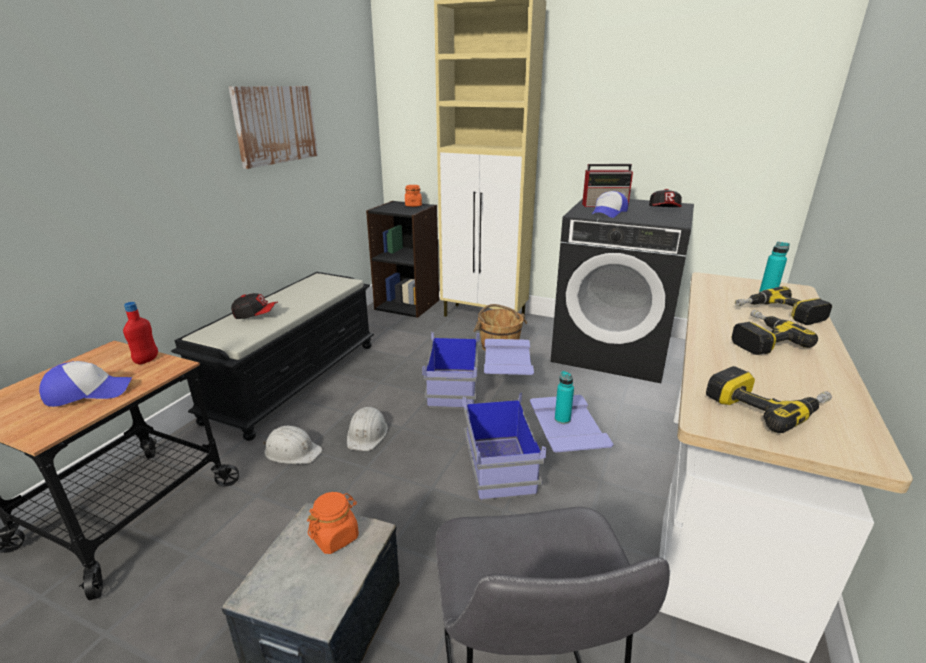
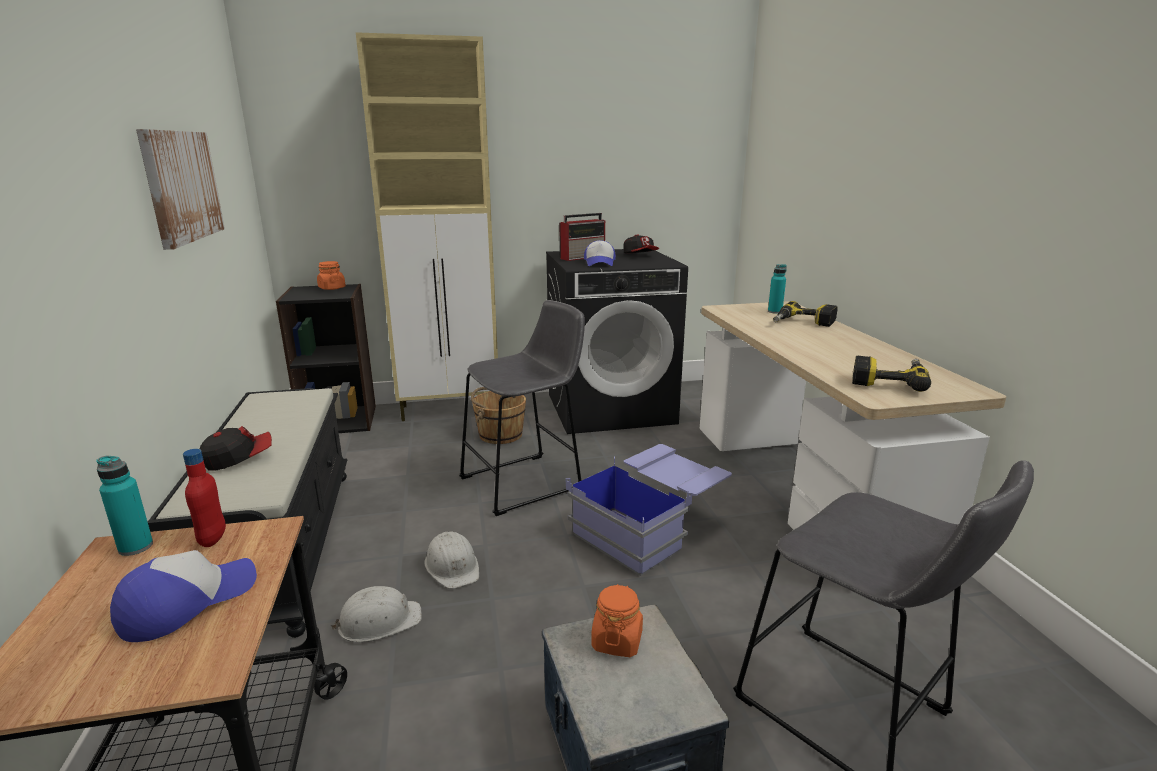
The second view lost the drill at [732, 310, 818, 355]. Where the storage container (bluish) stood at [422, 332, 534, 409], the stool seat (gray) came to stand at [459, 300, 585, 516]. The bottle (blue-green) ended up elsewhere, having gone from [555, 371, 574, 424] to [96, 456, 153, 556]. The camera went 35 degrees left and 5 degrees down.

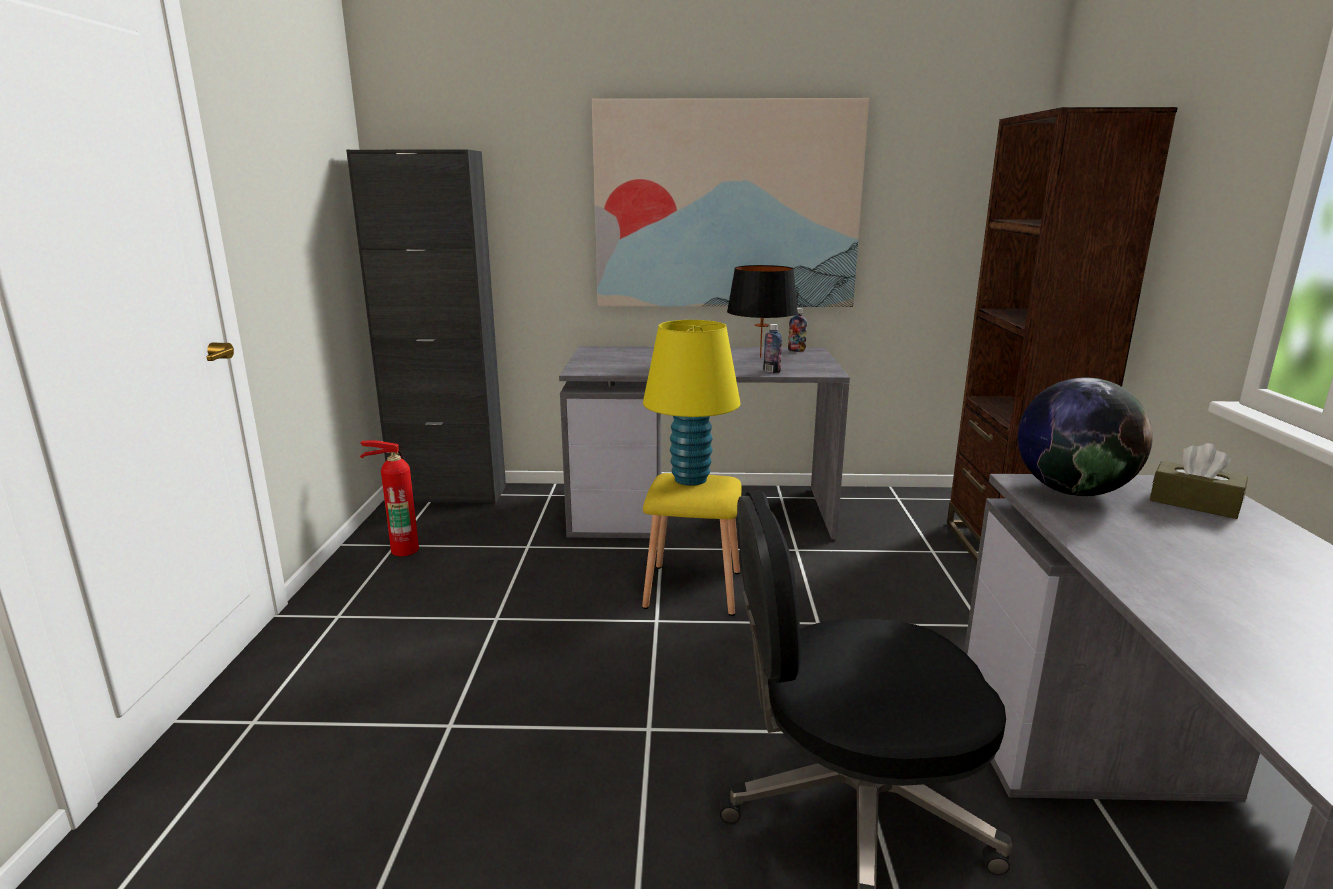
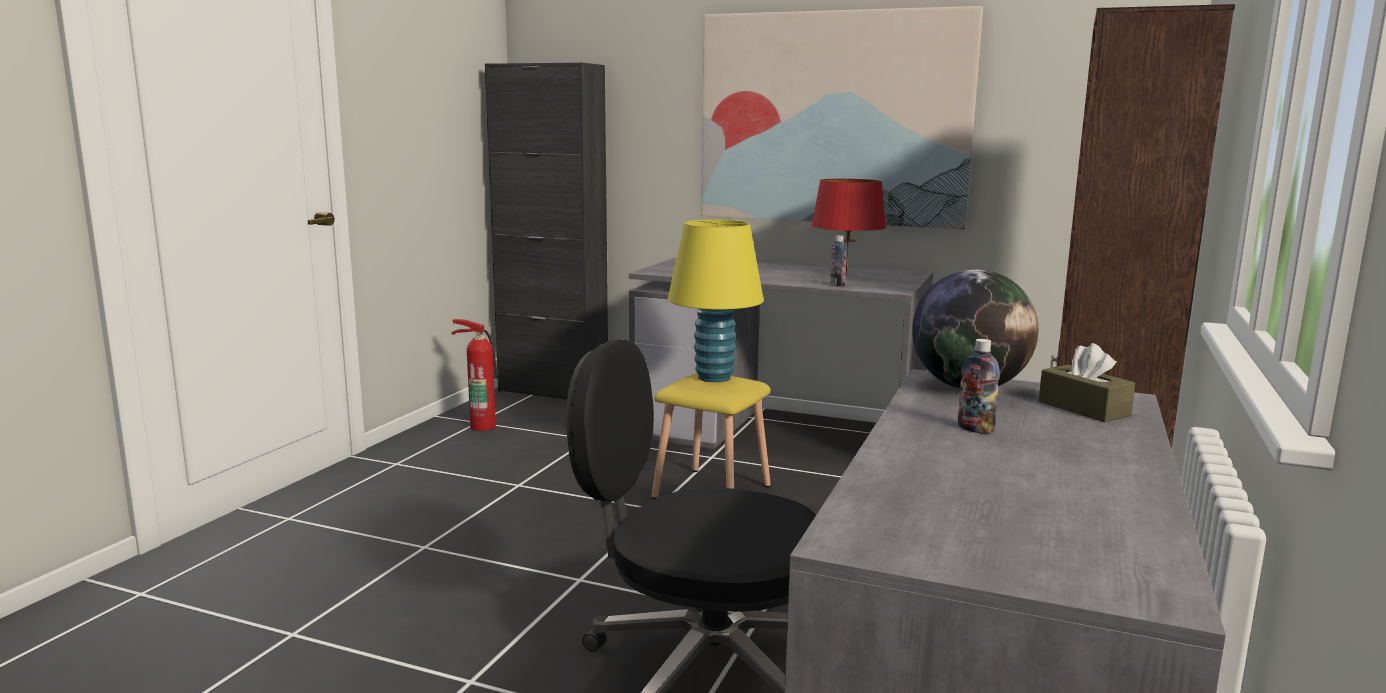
What was the table lamp (blackish) at [727, 265, 798, 358] turned into the table lamp (red-coloured) at [811, 179, 886, 275]. The bottle ended up elsewhere, having gone from [788, 308, 807, 352] to [958, 339, 1000, 434]. The camera went 20 degrees right and 5 degrees down.

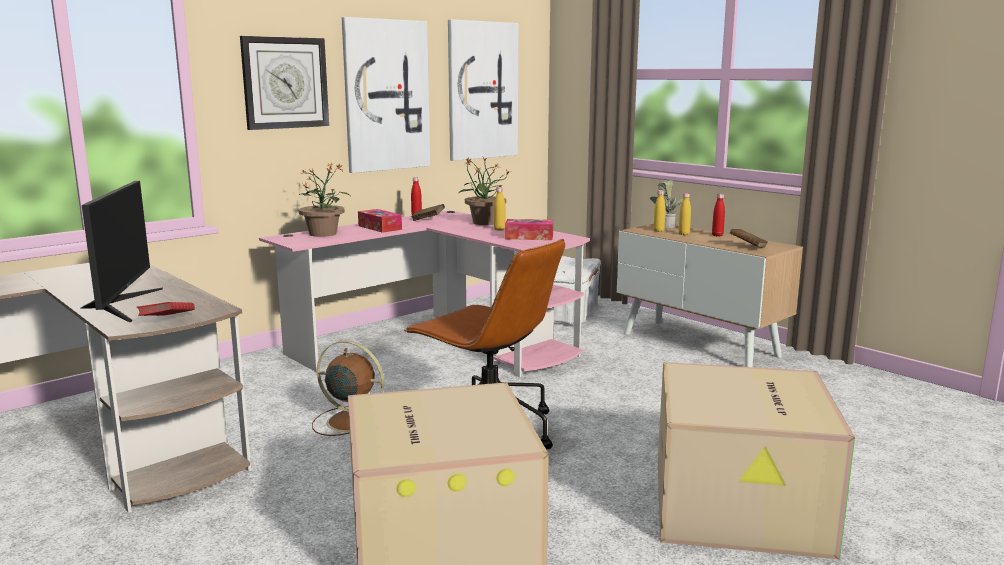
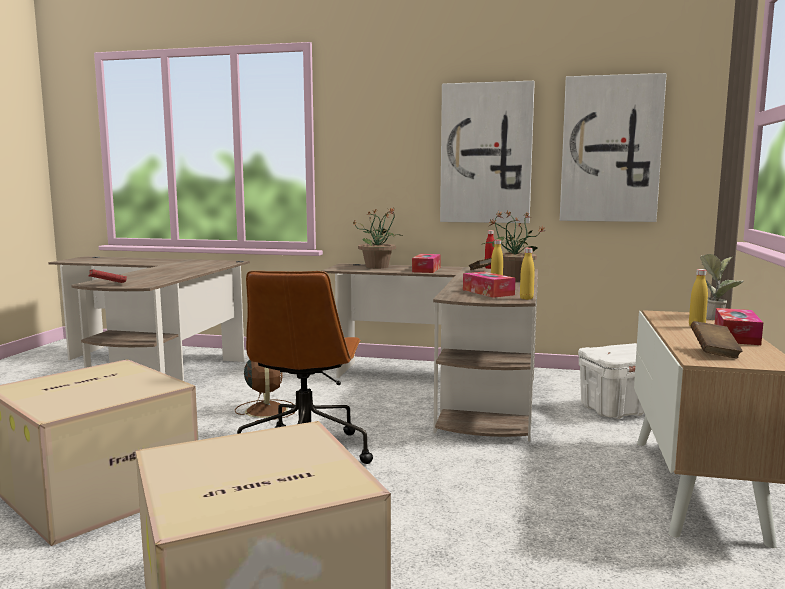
The second view lost the hanging clock at [240, 36, 329, 130]. The second view lost the monitor at [81, 181, 163, 322]. The bottle (yellow) ended up elsewhere, having gone from [653, 190, 666, 232] to [520, 248, 535, 300]. Where the bottle (red-coloured) stood at [712, 194, 725, 236], the tissue box came to stand at [715, 308, 763, 345]. What was the desk unit (pink) at [259, 210, 590, 377] turned into the desk unit (brownish) at [322, 263, 538, 442]. The camera went 55 degrees right and 5 degrees down.

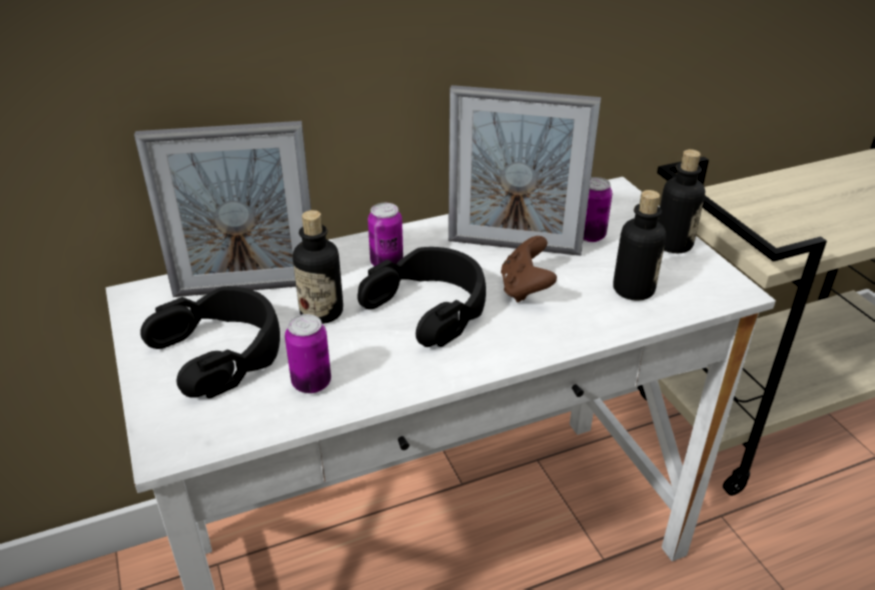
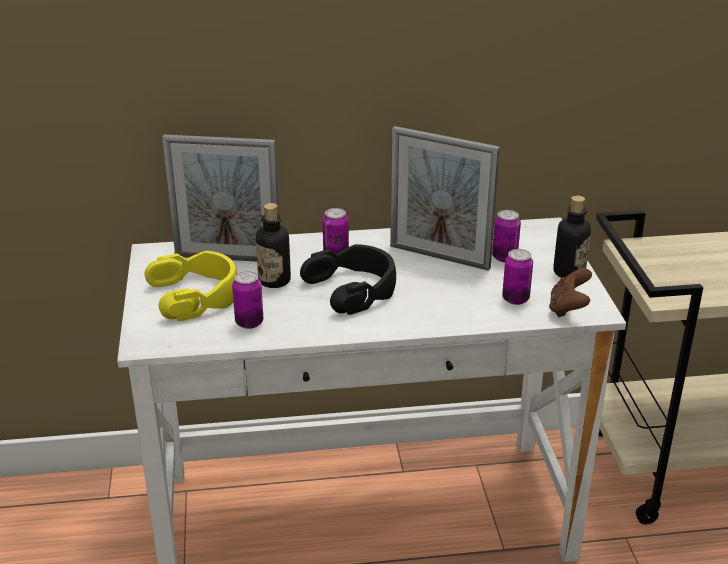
Where the bottle stood at [613, 190, 666, 301], the metal can came to stand at [502, 249, 533, 305]. The gamepad (brownish) ended up elsewhere, having gone from [501, 236, 557, 303] to [549, 268, 592, 318]. What was the headset (blackish) at [140, 286, 280, 398] turned into the headset (yellow) at [144, 251, 238, 321]. The camera went 15 degrees right and 5 degrees down.

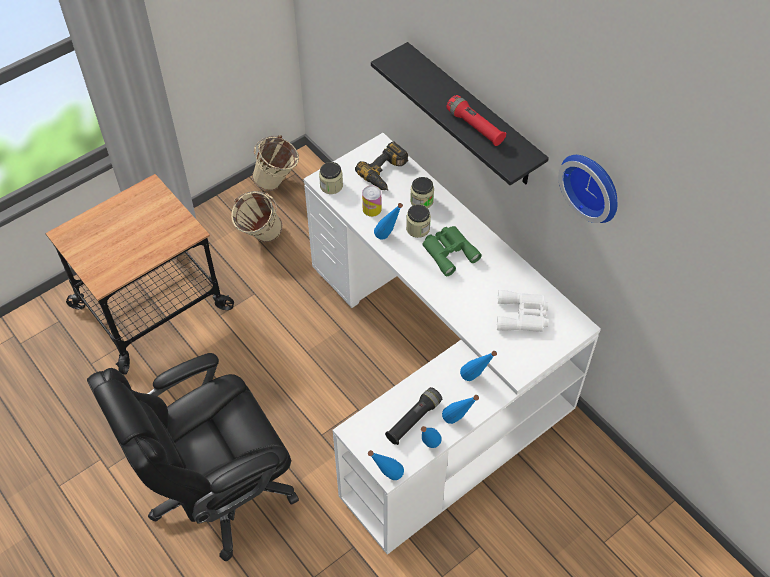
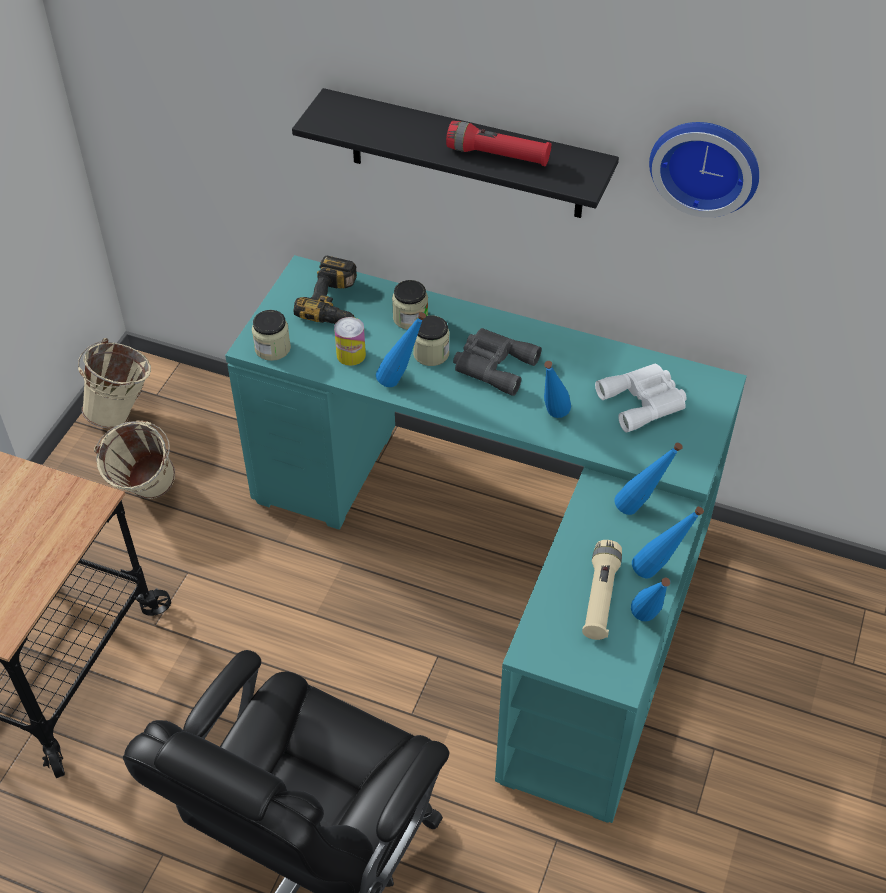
What was the desk unit (white-coloured) at [303, 133, 601, 555] turned into the desk unit (blue-green) at [225, 255, 747, 823]. What was the binoculars (green-coloured) at [422, 226, 482, 276] turned into the binoculars (gray) at [453, 328, 541, 396]. What was the hand torch (blackish) at [385, 387, 442, 445] turned into the hand torch (beige-coloured) at [582, 540, 622, 640]. The bottle (bluish) ended up elsewhere, having gone from [368, 450, 404, 480] to [544, 361, 571, 418]. The camera went 30 degrees left and 5 degrees down.

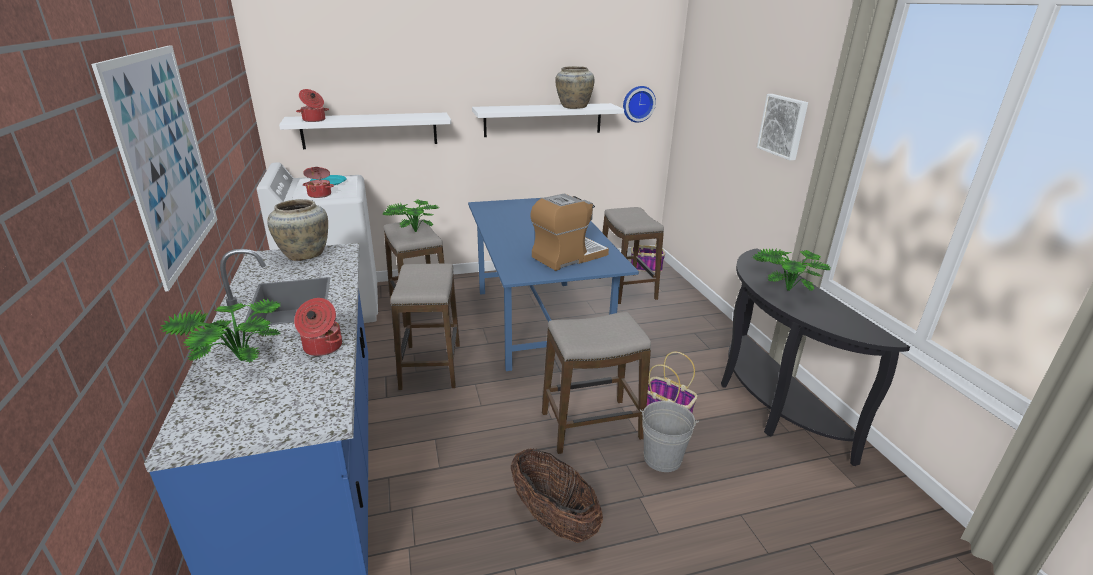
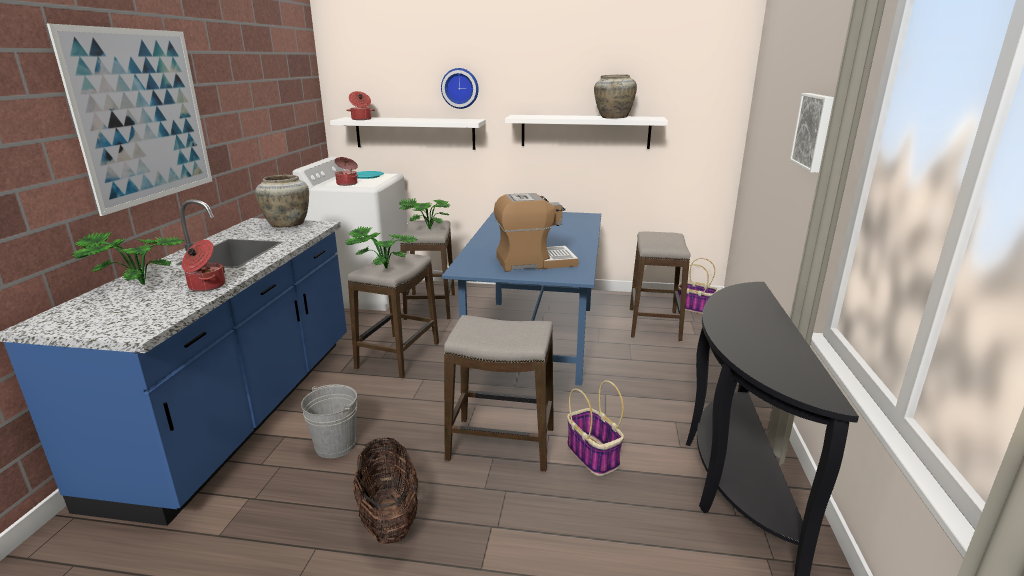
The hanging clock ended up elsewhere, having gone from [623, 86, 656, 123] to [441, 68, 479, 109]. The houseplant ended up elsewhere, having gone from [752, 248, 831, 291] to [345, 226, 417, 269]. The pail (gray) ended up elsewhere, having gone from [640, 401, 699, 472] to [301, 385, 357, 458]. The camera went 25 degrees right and 5 degrees down.

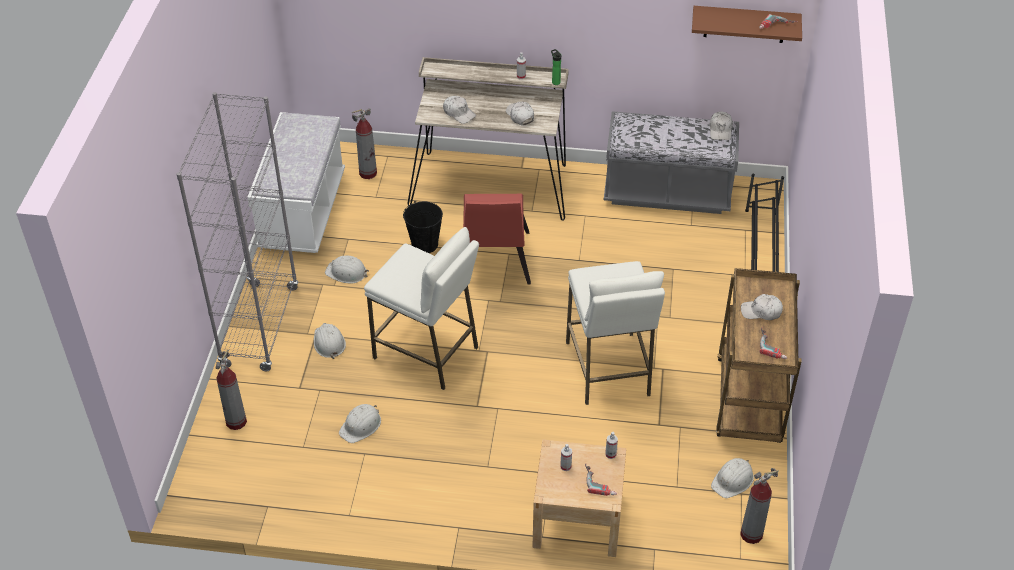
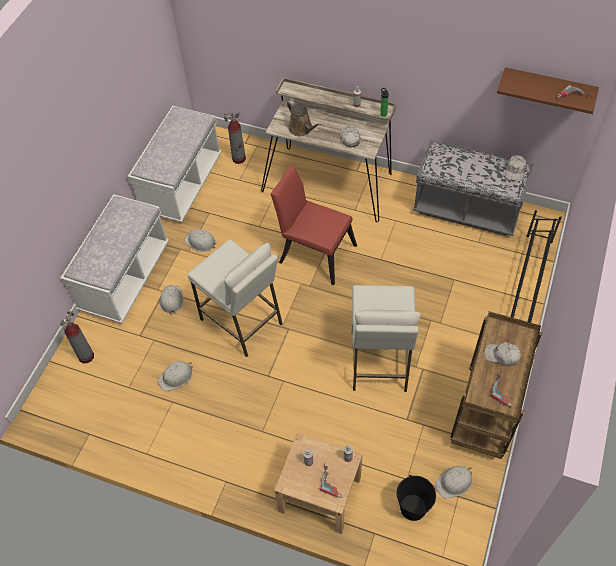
Where the bookshelf (gray) stood at [177, 92, 299, 371], the long seat (white-coloured) came to stand at [60, 194, 169, 324]. Where the baseball cap (white-coloured) stood at [443, 96, 476, 124], the watering can (brownish) came to stand at [287, 100, 321, 136]. The plain chair (red-coloured) at [463, 194, 531, 284] ended up facing another way, 105 degrees clockwise from before. The pail (blackish) ended up elsewhere, having gone from [403, 201, 443, 253] to [396, 475, 436, 521]. The second view lost the extinguisher at [740, 468, 779, 544]. The camera went 15 degrees right and 10 degrees up.

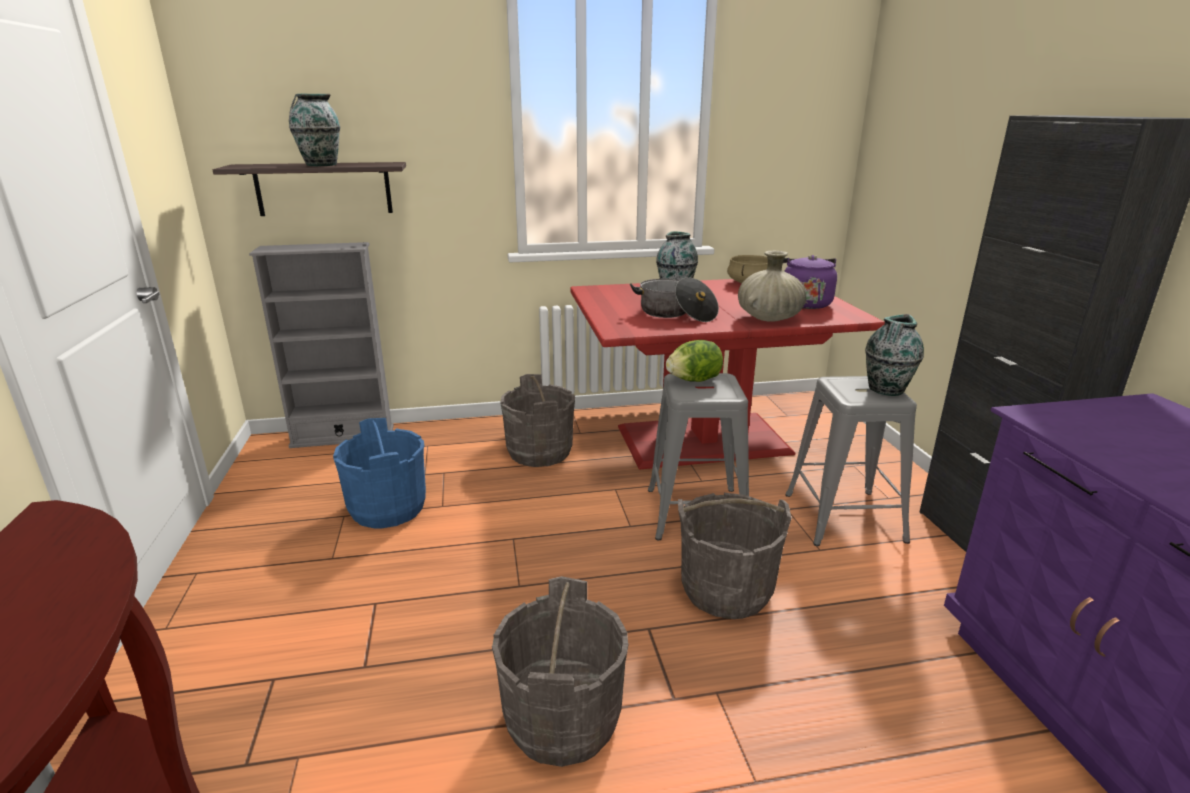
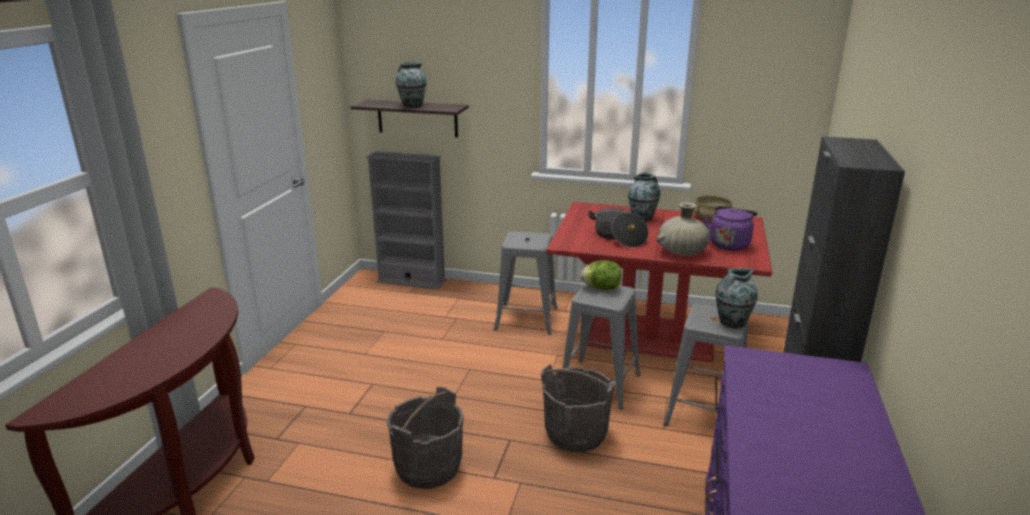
Where the pail (gray) stood at [501, 374, 575, 467], the stool seat (gray) came to stand at [494, 231, 558, 335]. The second view lost the pail (bluish) at [333, 418, 426, 528]. The camera went 25 degrees right and 0 degrees up.

